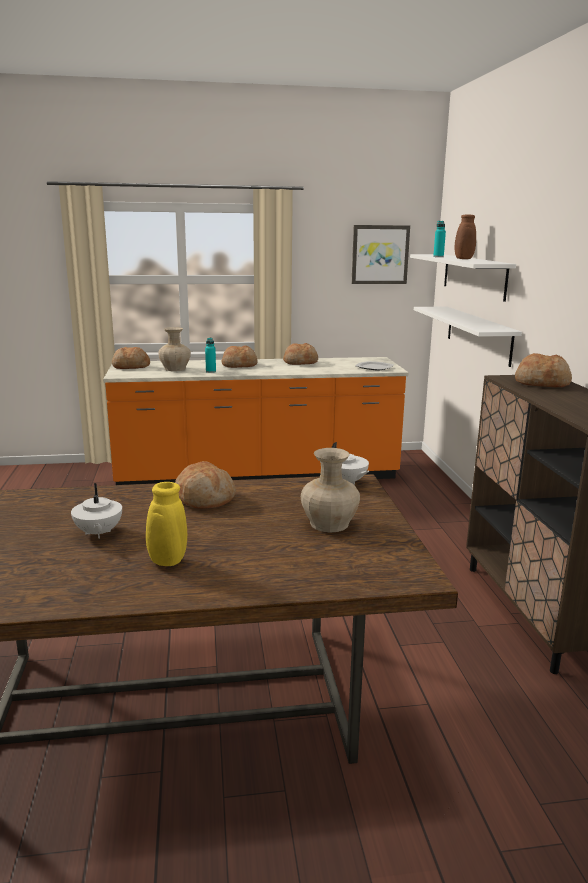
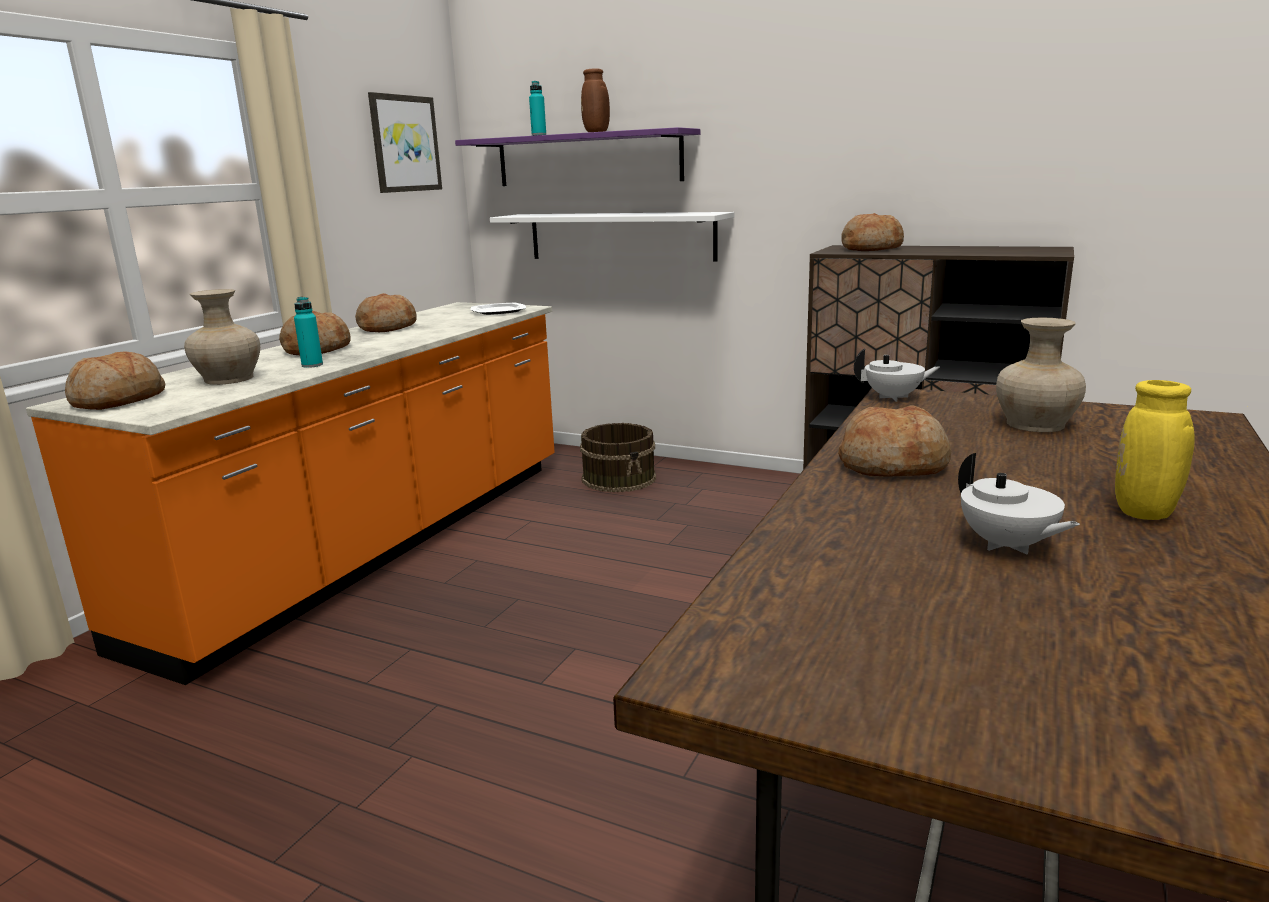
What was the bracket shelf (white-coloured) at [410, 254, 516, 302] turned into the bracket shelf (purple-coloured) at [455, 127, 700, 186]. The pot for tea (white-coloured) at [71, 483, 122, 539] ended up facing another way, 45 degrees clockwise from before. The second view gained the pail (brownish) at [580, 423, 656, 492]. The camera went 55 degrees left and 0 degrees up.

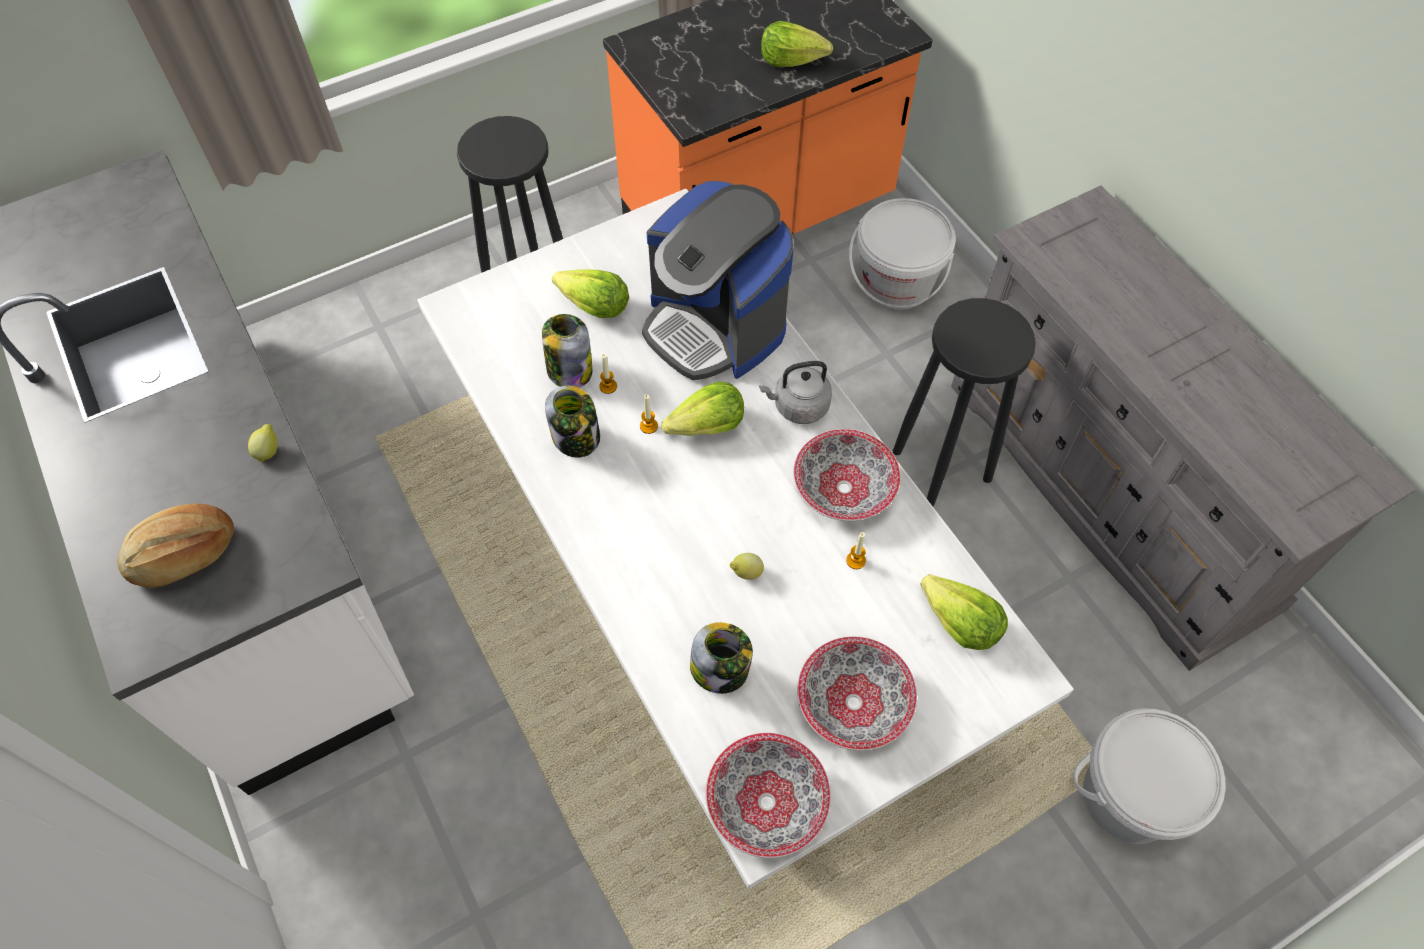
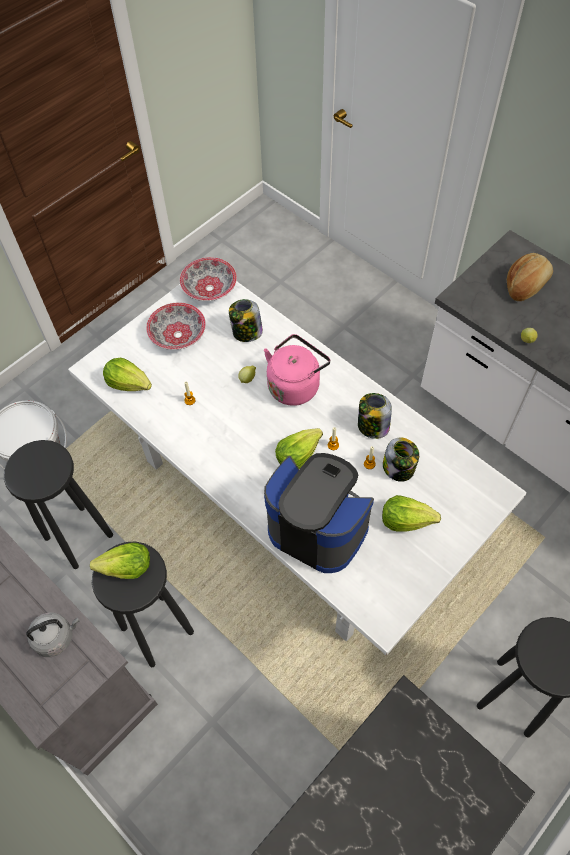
The head of lettuce ended up elsewhere, having gone from [761, 21, 833, 67] to [90, 543, 150, 579]. The second view lost the pail (white-coloured) at [849, 198, 956, 310]. The water kettle (gray) ended up elsewhere, having gone from [759, 361, 832, 424] to [26, 613, 80, 657]. The second view lost the serving bowl at [793, 429, 901, 521]. The second view gained the water kettle (pink) at [264, 334, 330, 406]. The second view gained the stool seat (blackish) at [4, 440, 113, 569]. The camera went 165 degrees right and 0 degrees up.

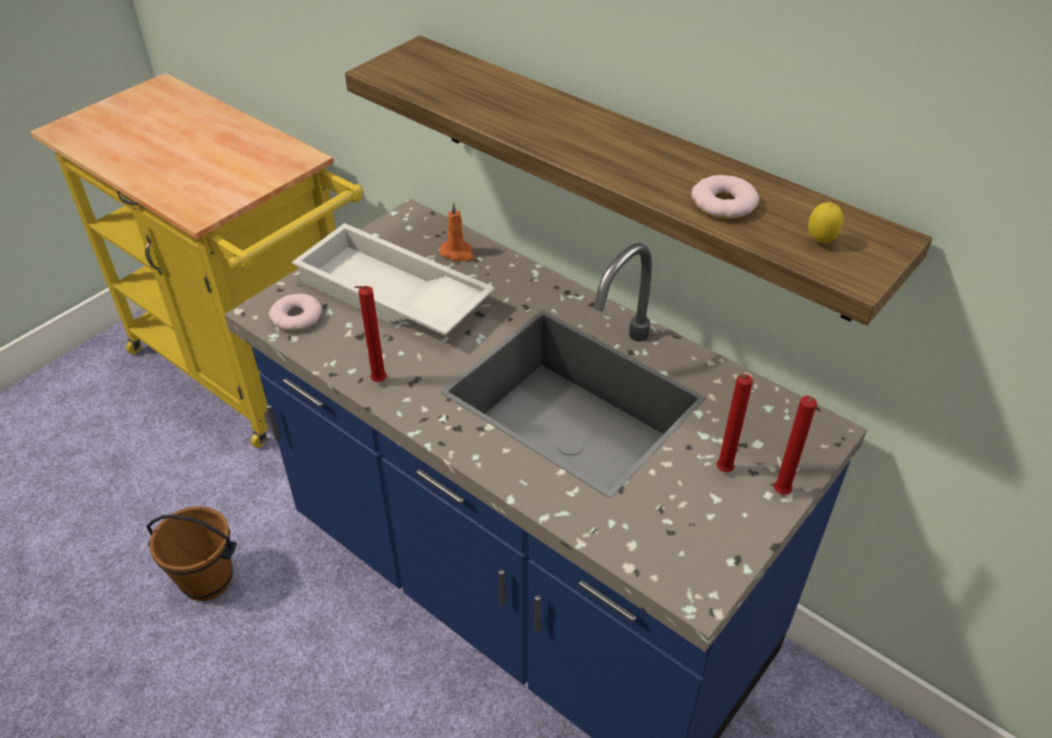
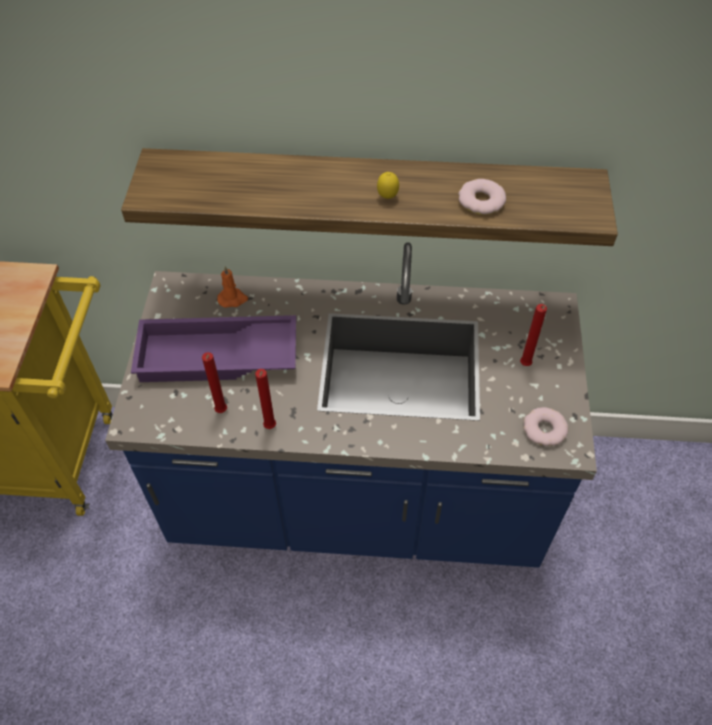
The whole lemon ended up elsewhere, having gone from [808, 202, 843, 243] to [377, 172, 399, 199]. What was the serving tray (white-coloured) at [292, 223, 495, 335] turned into the serving tray (purple-coloured) at [131, 315, 296, 382]. The donut ended up elsewhere, having gone from [269, 293, 322, 331] to [524, 407, 568, 446]. The wax light (red-coloured) ended up elsewhere, having gone from [774, 396, 817, 495] to [202, 352, 227, 413]. The second view lost the pail (brownish) at [146, 506, 237, 601]. The camera went 35 degrees left and 10 degrees up.

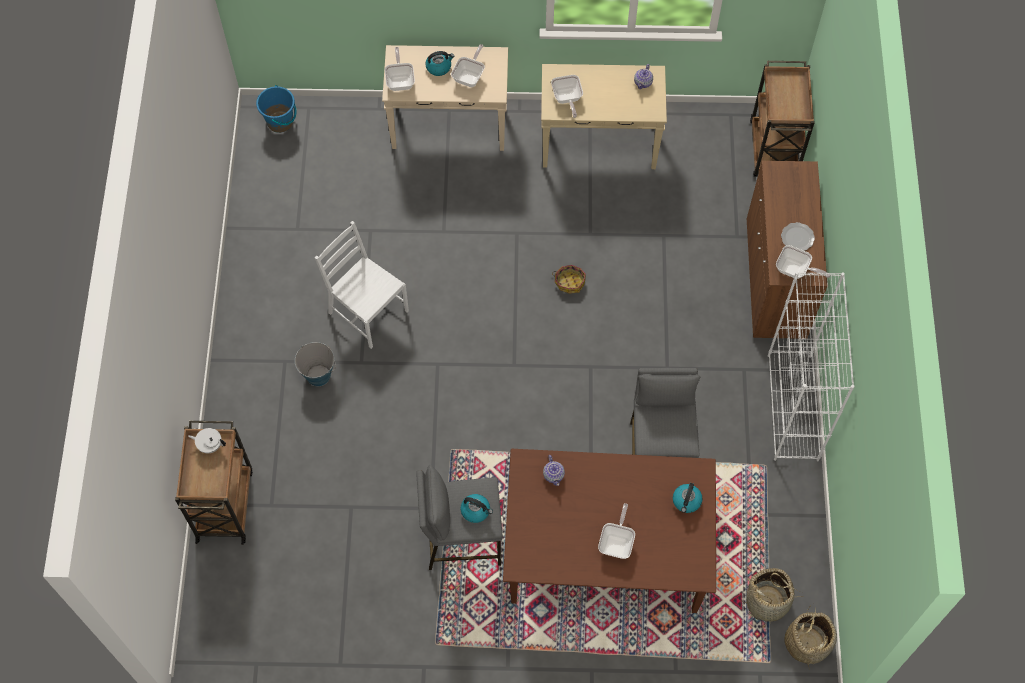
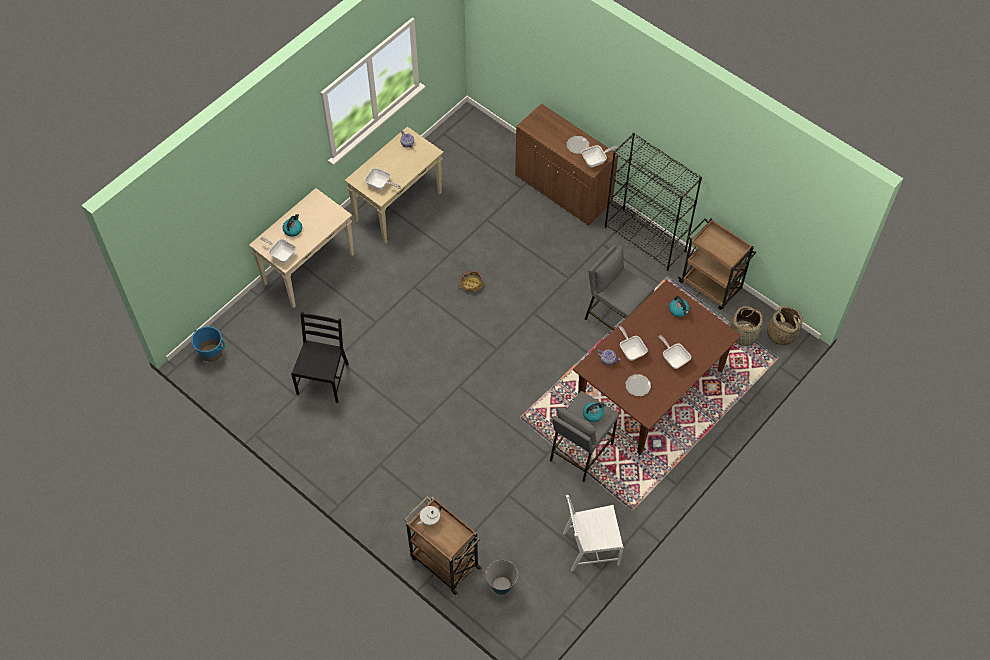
The skillet ended up elsewhere, having gone from [451, 44, 485, 87] to [619, 326, 648, 361]. The trolley (brownish) ended up elsewhere, having gone from [750, 61, 815, 177] to [678, 218, 756, 310]. The plain chair (white-coloured) ended up elsewhere, having gone from [314, 221, 409, 349] to [563, 495, 624, 572]. What was the bookshelf (white-coloured) at [768, 272, 854, 461] turned into the bookshelf (blackish) at [605, 133, 702, 271]. The pail ended up elsewhere, having gone from [295, 342, 336, 387] to [485, 560, 518, 595]. The second view gained the plain chair (blackish) at [291, 311, 349, 403]. The second view gained the plate at [625, 374, 651, 396]. The camera went 50 degrees left and 5 degrees down.

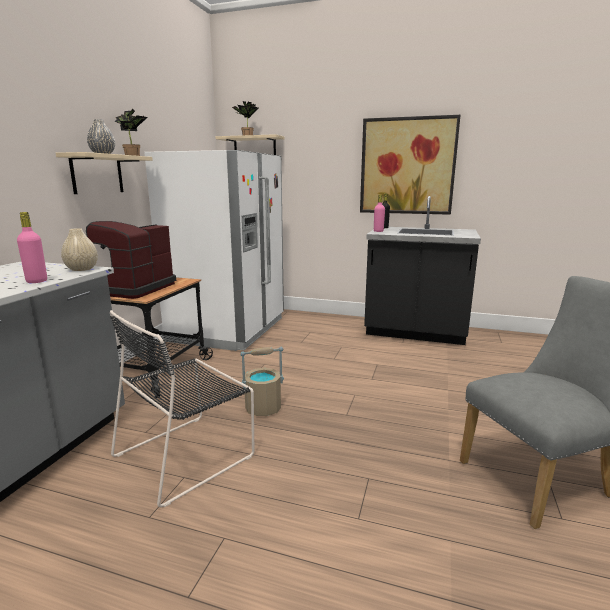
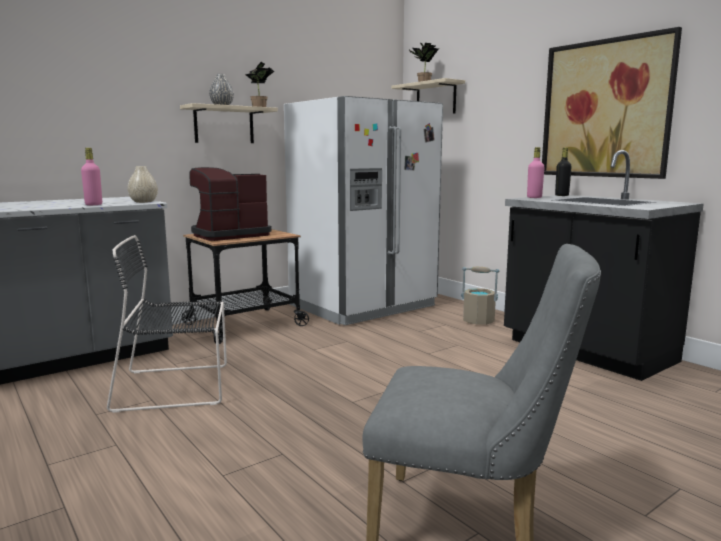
The pail (beige-coloured) ended up elsewhere, having gone from [240, 347, 284, 416] to [461, 267, 499, 325]. The camera went 35 degrees right and 5 degrees down.

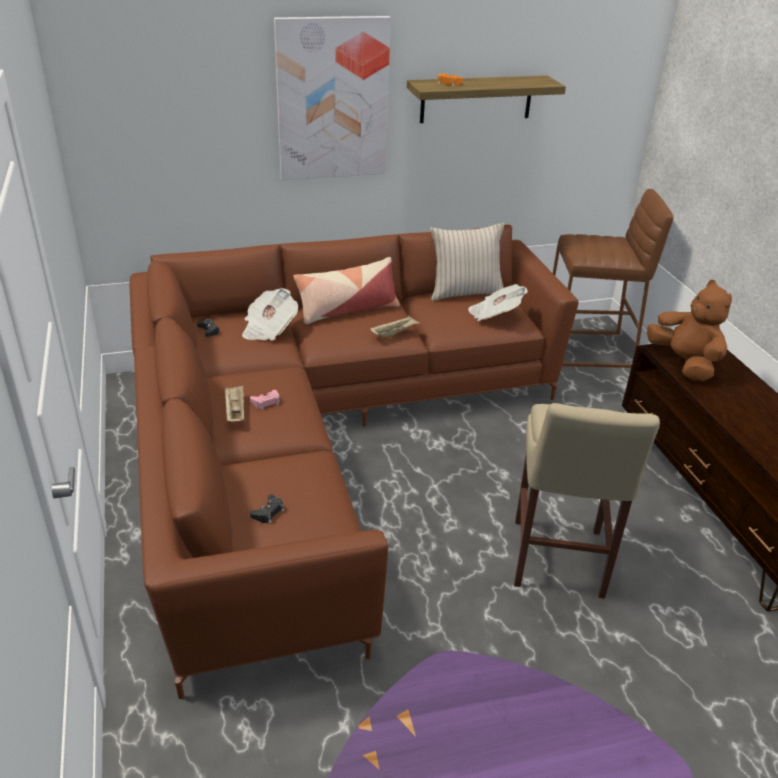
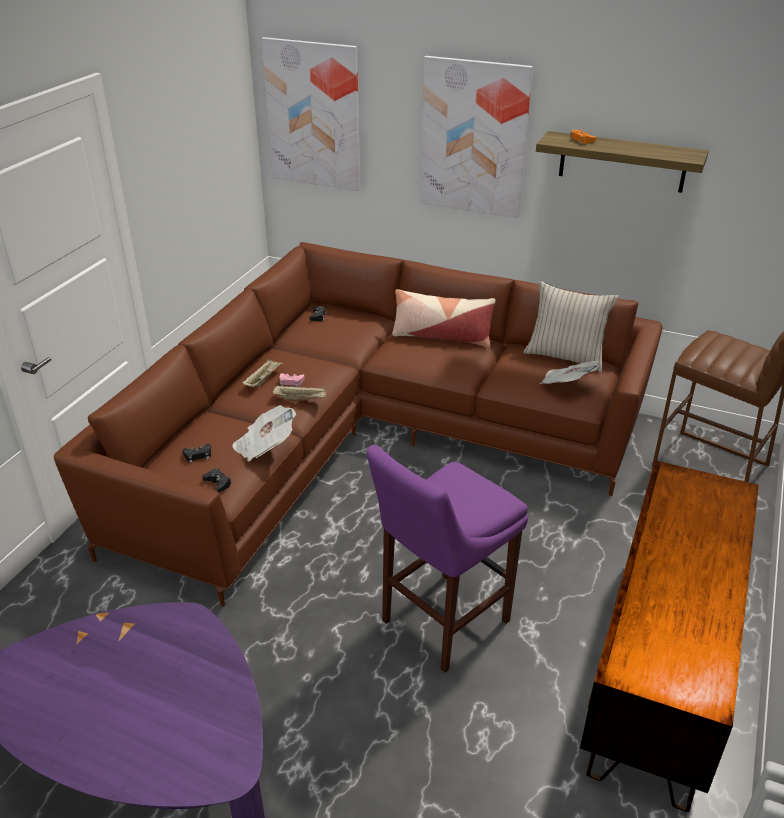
The second view lost the plush toy (brownish) at [647, 280, 732, 382]. The printed paper ended up elsewhere, having gone from [242, 288, 298, 341] to [232, 405, 296, 461]. The serving tray (beige-coloured) ended up elsewhere, having gone from [370, 315, 420, 338] to [273, 385, 326, 402]. What was the stool seat (beige-coloured) at [514, 403, 660, 599] turned into the stool seat (purple-coloured) at [366, 445, 528, 673]. The second view gained the wall art at [261, 37, 360, 191]. The second view gained the gamepad (blackish) at [202, 469, 232, 492]. The camera went 40 degrees right and 0 degrees up.

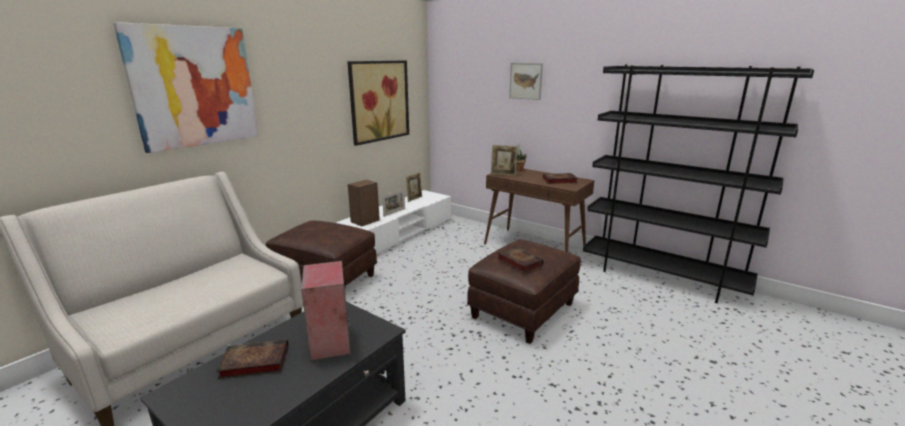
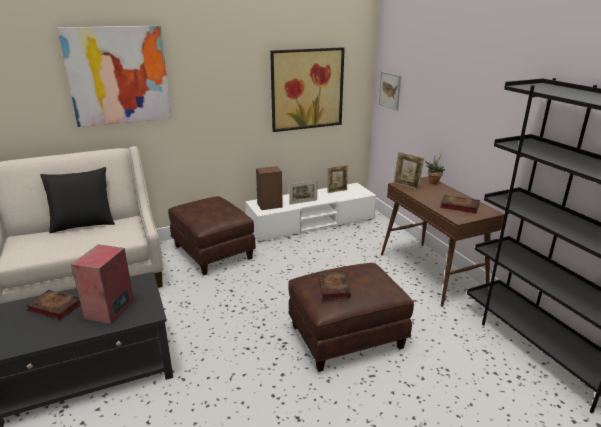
The wall art ended up elsewhere, having gone from [509, 63, 543, 100] to [379, 71, 401, 111]. The second view gained the pillow (blackish) at [40, 167, 115, 233]. The camera went 30 degrees right and 5 degrees up.

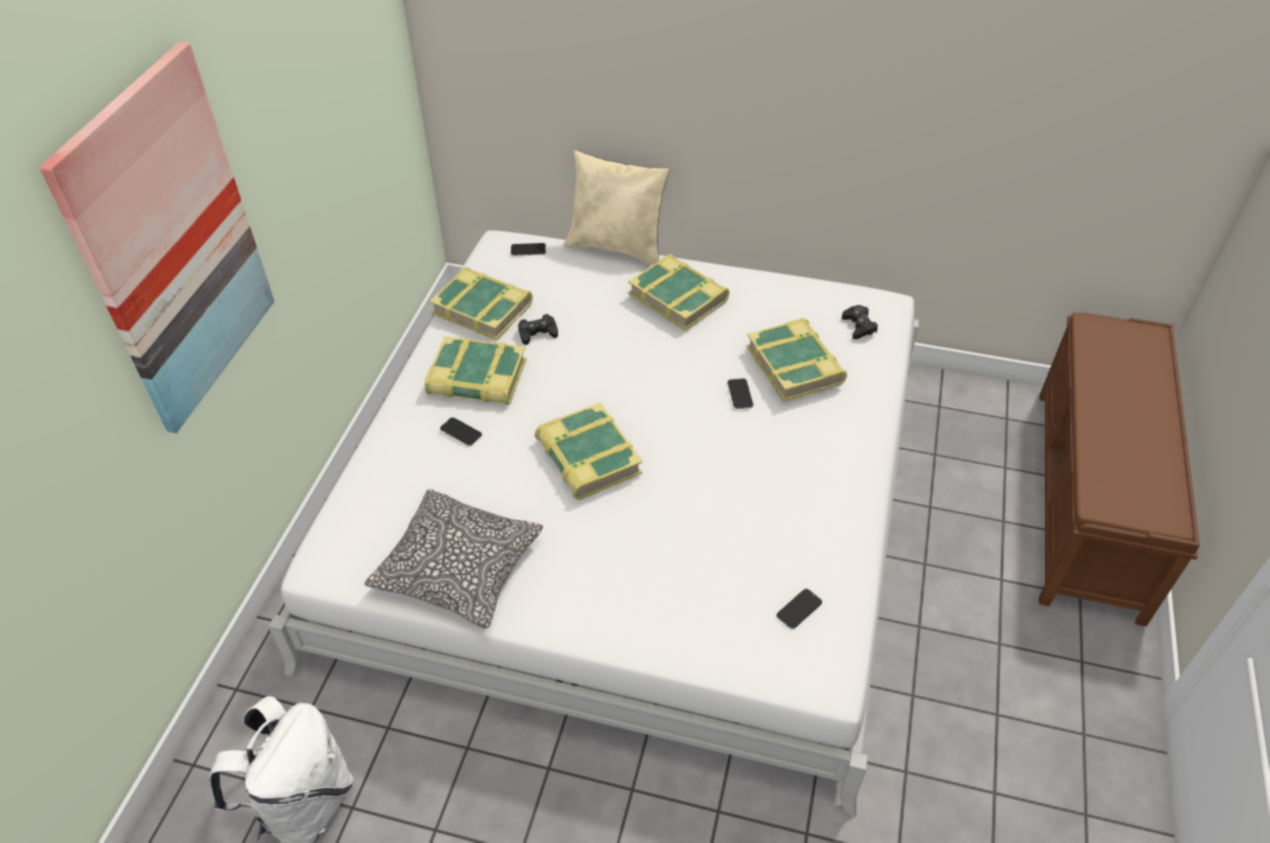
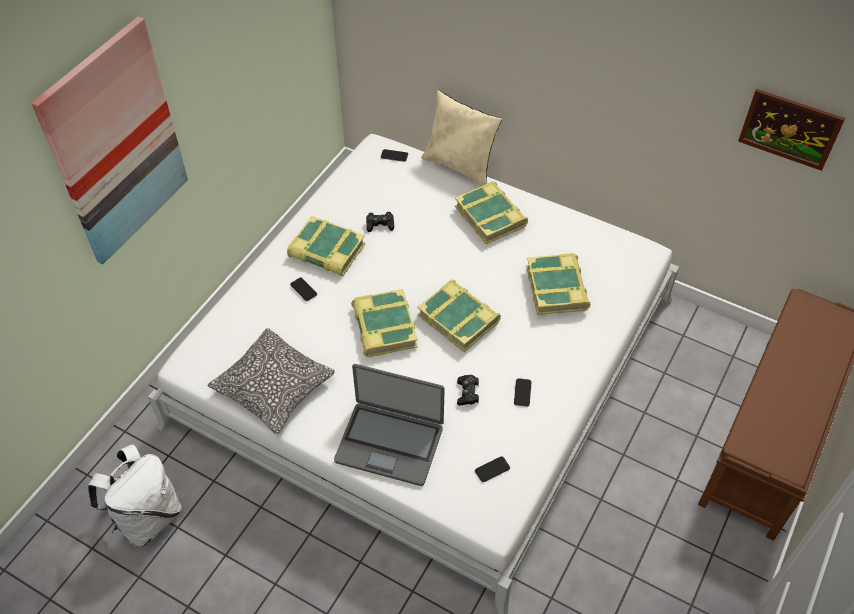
The bound book ended up elsewhere, having gone from [429, 267, 533, 340] to [417, 280, 501, 352]. The gamepad (blackish) ended up elsewhere, having gone from [842, 305, 878, 339] to [457, 375, 479, 406]. The phone ended up elsewhere, having gone from [727, 378, 753, 409] to [514, 378, 531, 407]. The second view gained the wall art at [738, 89, 845, 171]. The second view gained the notebook computer at [334, 364, 445, 486]. The camera went 15 degrees right and 5 degrees up.

